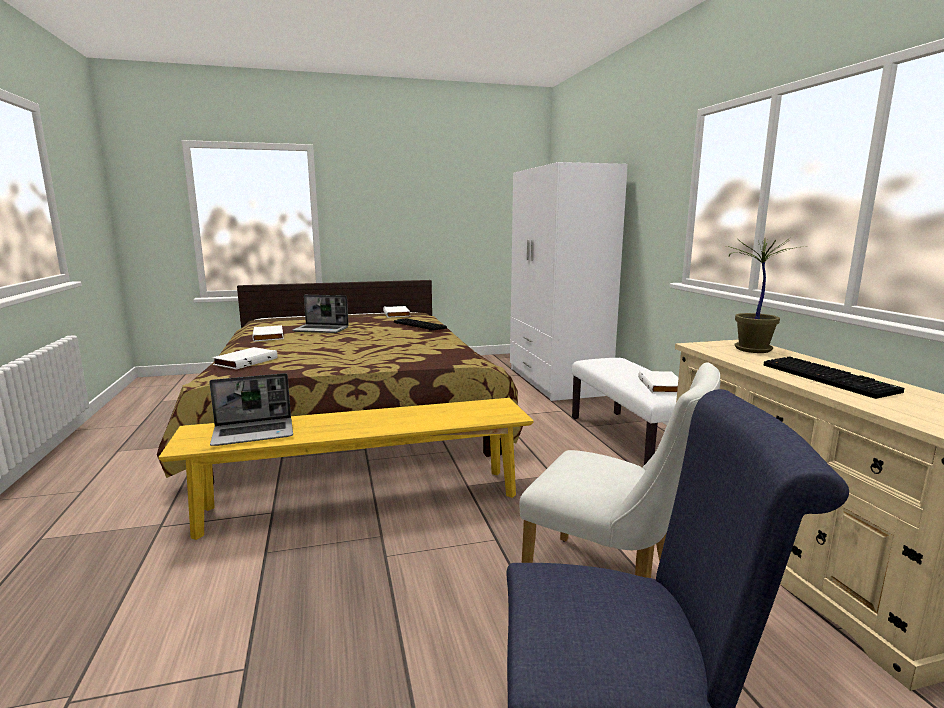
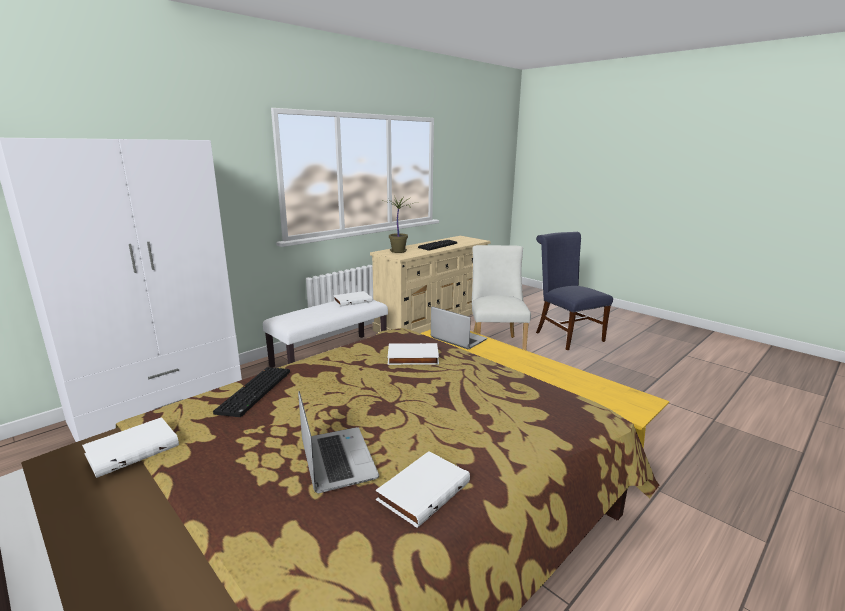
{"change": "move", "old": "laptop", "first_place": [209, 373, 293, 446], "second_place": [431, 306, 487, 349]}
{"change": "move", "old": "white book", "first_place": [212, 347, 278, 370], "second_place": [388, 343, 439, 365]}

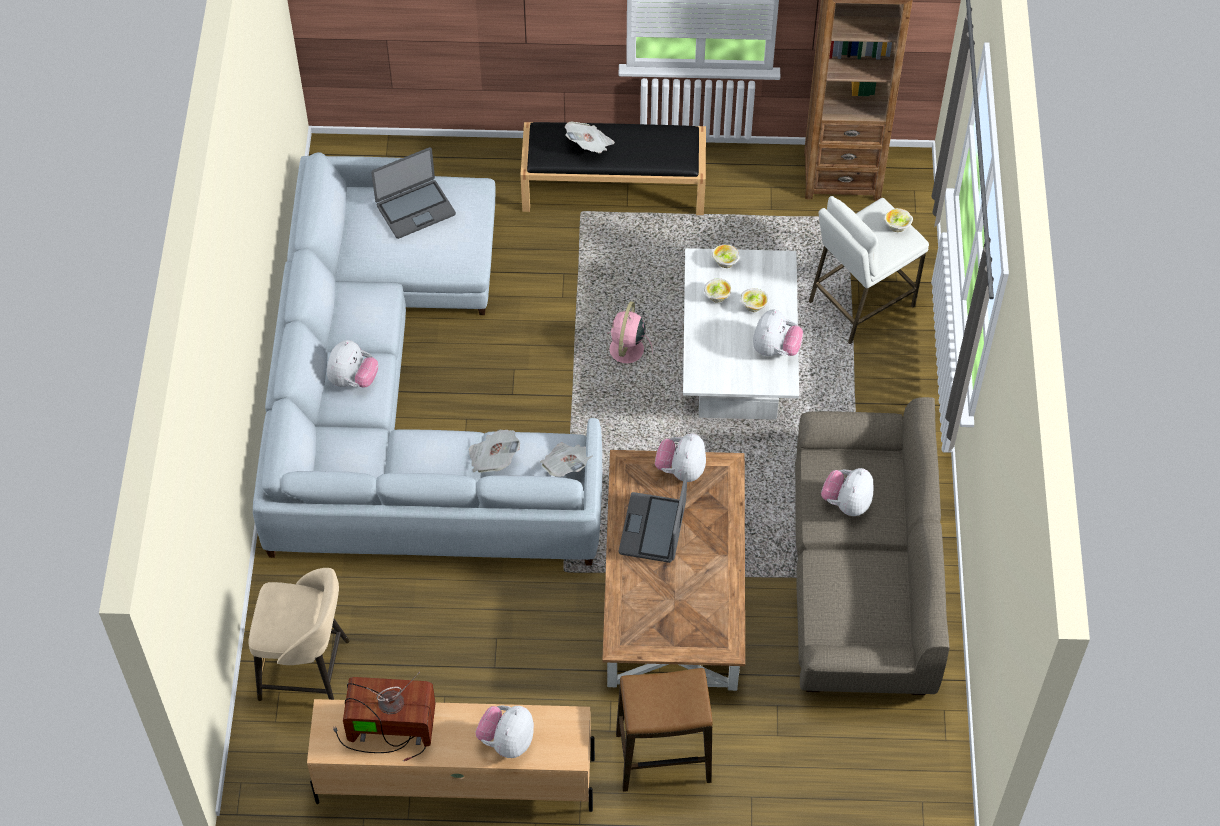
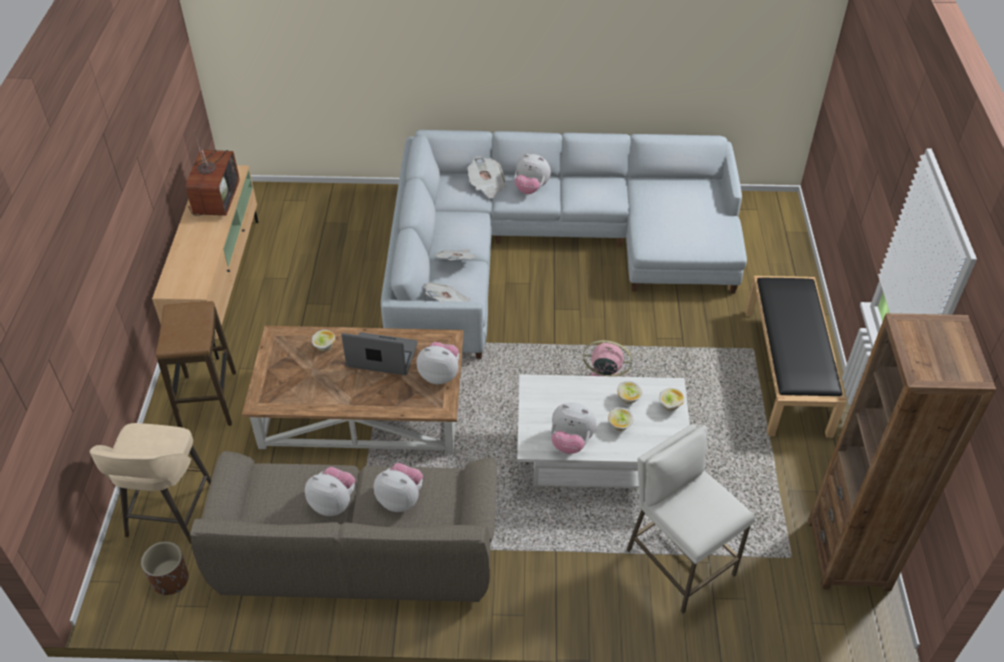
{"change": "move", "old": "beige stool", "first_place": [248, 568, 350, 701], "second_place": [90, 423, 212, 544]}
{"change": "delete", "old": "laptop", "first_place": [371, 147, 456, 239]}
{"change": "move", "old": "plush toy", "first_place": [475, 705, 534, 758], "second_place": [305, 467, 355, 516]}
{"change": "move", "old": "newspaper", "first_place": [565, 121, 615, 153], "second_place": [467, 156, 506, 198]}
{"change": "move", "old": "bowl", "first_place": [885, 208, 913, 232], "second_place": [312, 330, 336, 352]}
{"change": "insert", "new": "brown planter", "second_place": [141, 542, 189, 595]}

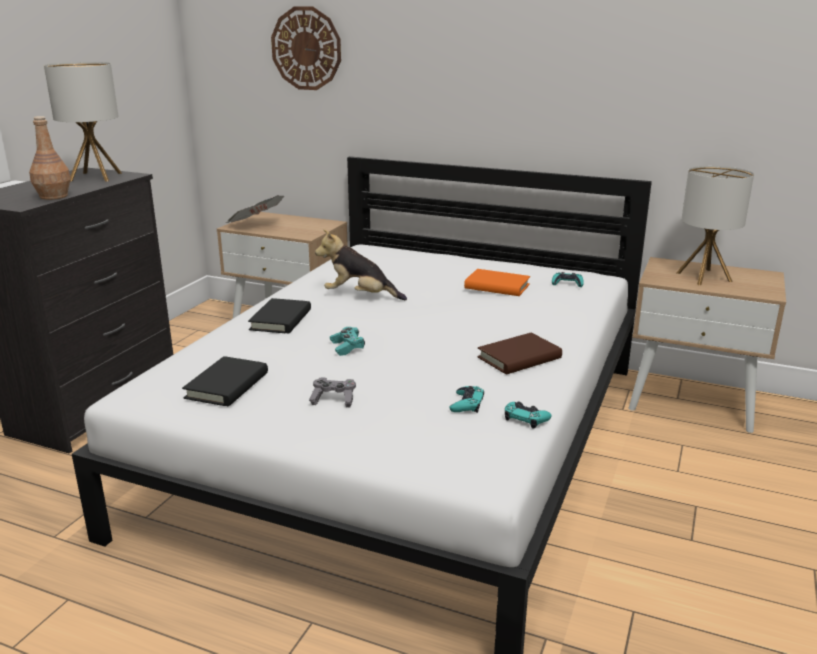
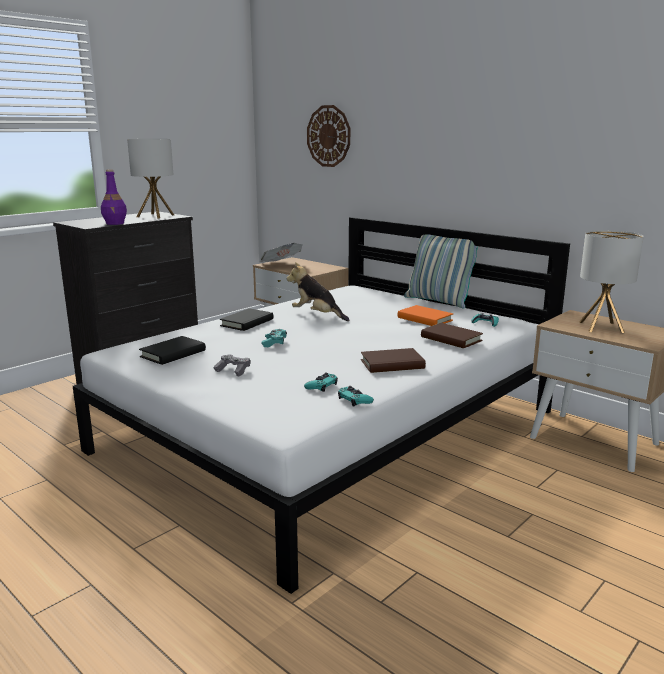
{"change": "recolor", "old": "brown bottle", "new": "purple bottle", "first_place": [29, 116, 71, 200], "second_place": [101, 169, 127, 225]}
{"change": "insert", "new": "pillow", "second_place": [404, 234, 478, 309]}
{"change": "insert", "new": "brown book", "second_place": [421, 323, 483, 348]}

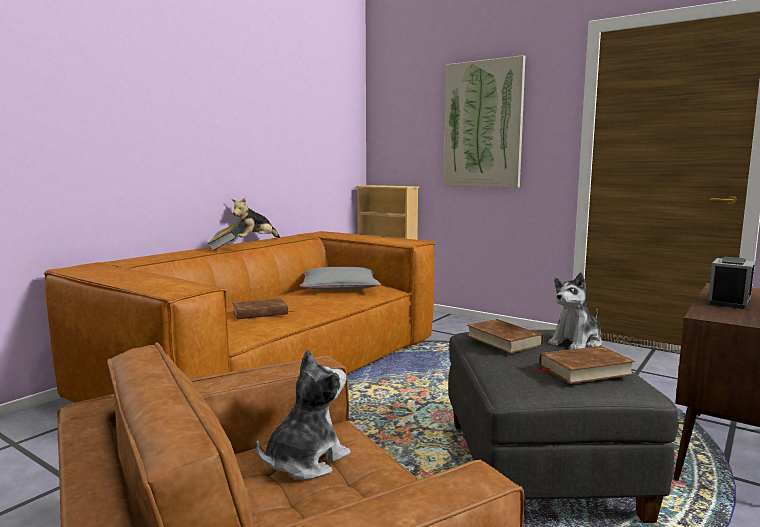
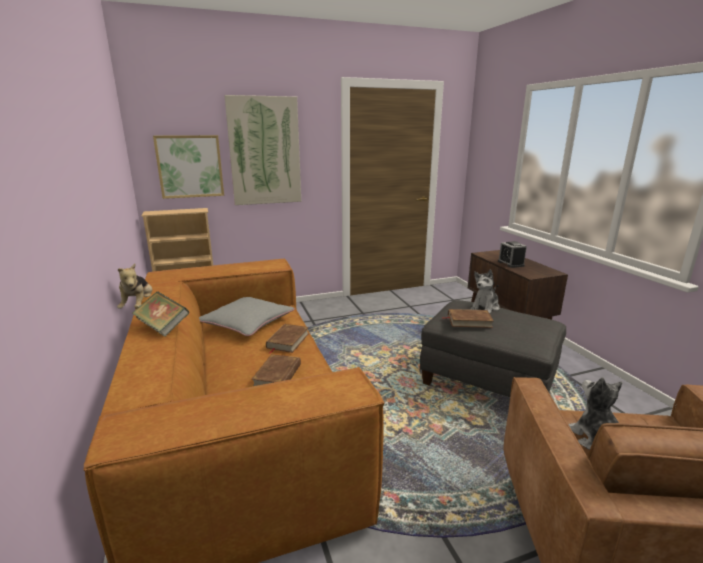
{"change": "move", "old": "brown book", "first_place": [535, 346, 635, 384], "second_place": [266, 324, 309, 353]}
{"change": "rotate", "old": "plush toy", "first_place": [548, 272, 602, 350], "second_place": [471, 270, 499, 313], "degrees": 45}
{"change": "insert", "new": "picture", "second_place": [153, 135, 224, 199]}

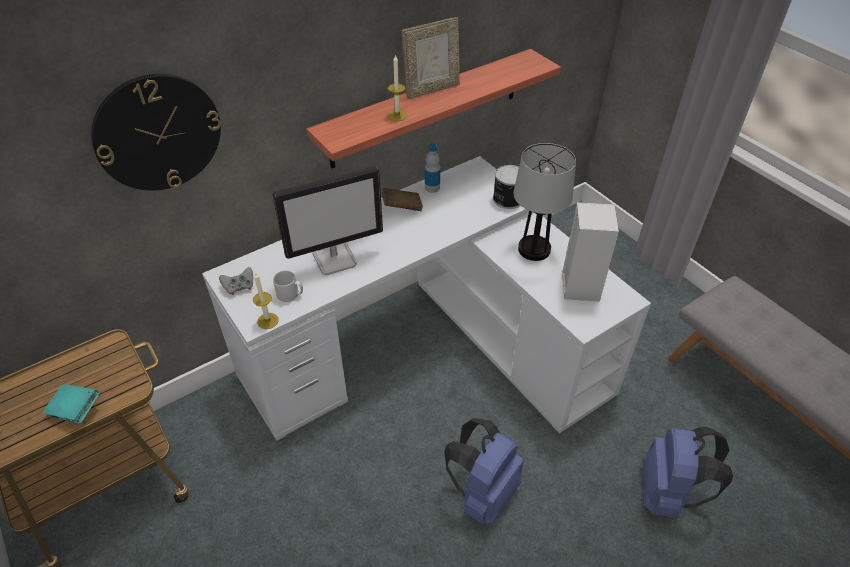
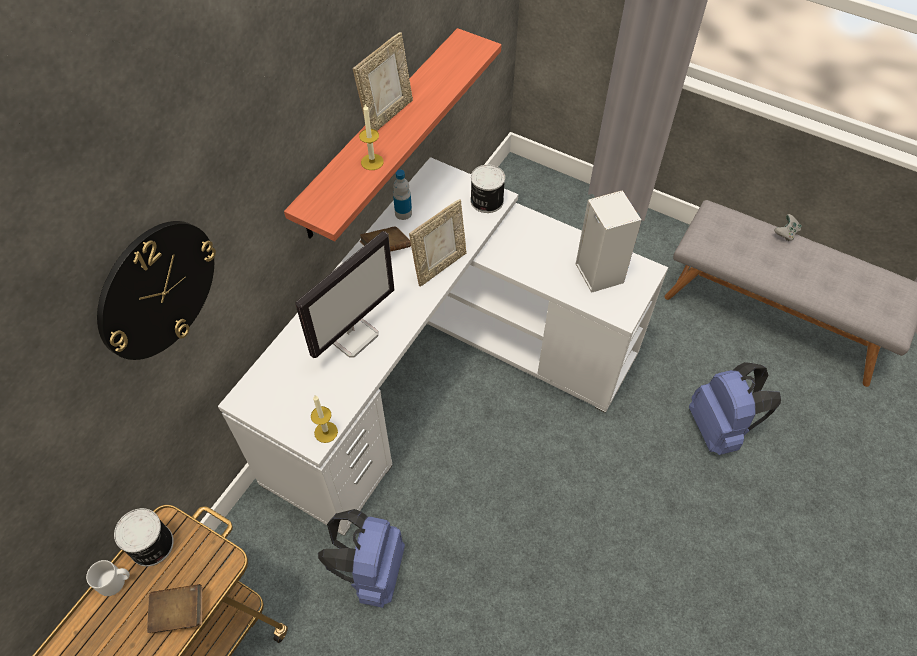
{"change": "recolor", "old": "turquoise book", "new": "brown book", "first_place": [43, 384, 99, 423], "second_place": [147, 584, 202, 633]}
{"change": "move", "old": "grey game controller", "first_place": [219, 267, 253, 295], "second_place": [774, 214, 802, 241]}
{"change": "move", "old": "grey mug", "first_place": [273, 270, 303, 302], "second_place": [86, 560, 130, 596]}
{"change": "move", "old": "blue backpack", "first_place": [444, 418, 524, 525], "second_place": [318, 509, 405, 608]}
{"change": "delete", "old": "table lamp", "first_place": [513, 143, 576, 261]}
{"change": "insert", "new": "can", "second_place": [114, 508, 174, 566]}
{"change": "insert", "new": "picture frame", "second_place": [409, 199, 467, 287]}

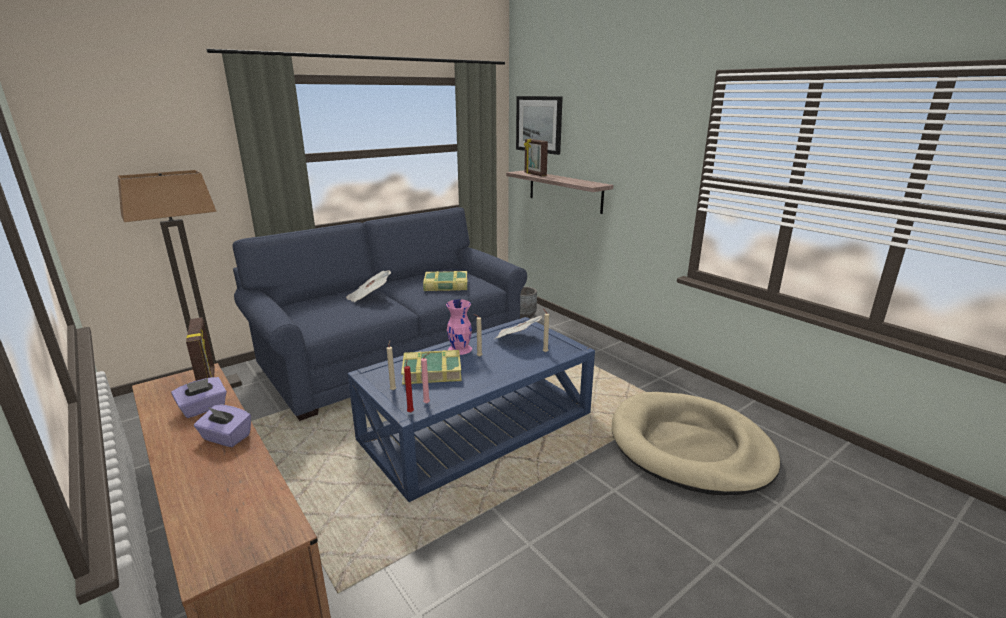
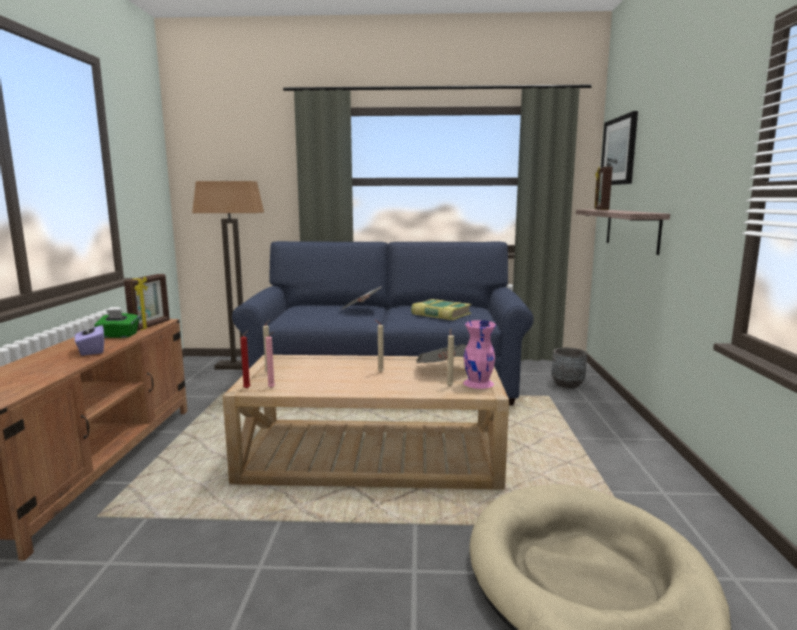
{"change": "recolor", "old": "purple tissue box", "new": "green tissue box", "first_place": [171, 377, 227, 418], "second_place": [94, 310, 139, 338]}
{"change": "recolor", "old": "blue coffee table", "new": "beige coffee table", "first_place": [347, 317, 595, 502], "second_place": [223, 355, 510, 490]}
{"change": "delete", "old": "book", "first_place": [401, 350, 462, 385]}
{"change": "move", "old": "pink vase", "first_place": [446, 299, 472, 355], "second_place": [463, 320, 496, 389]}

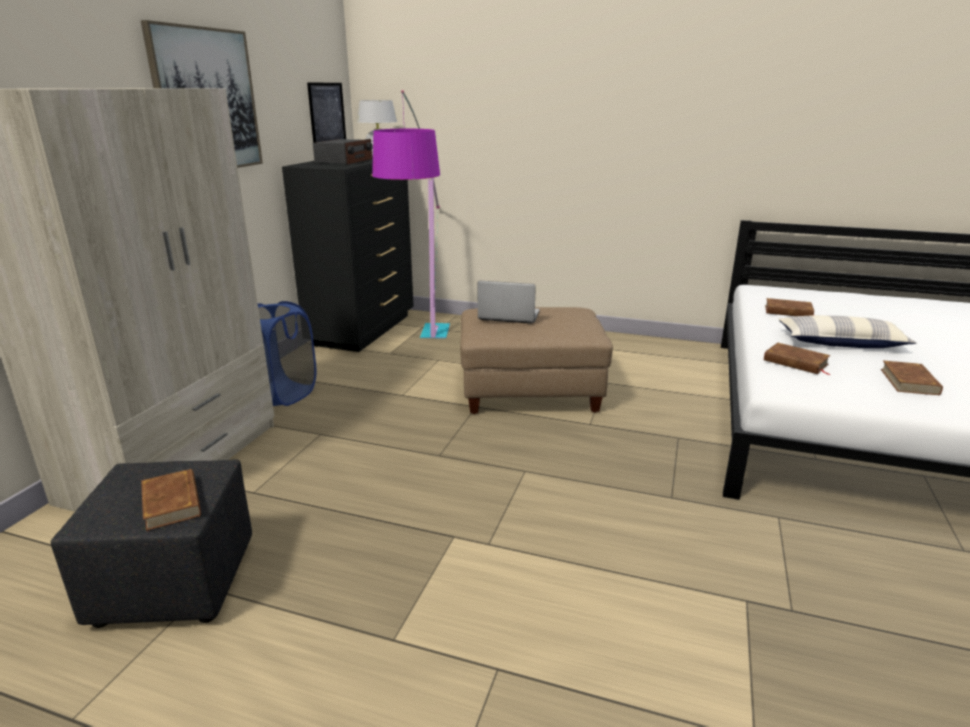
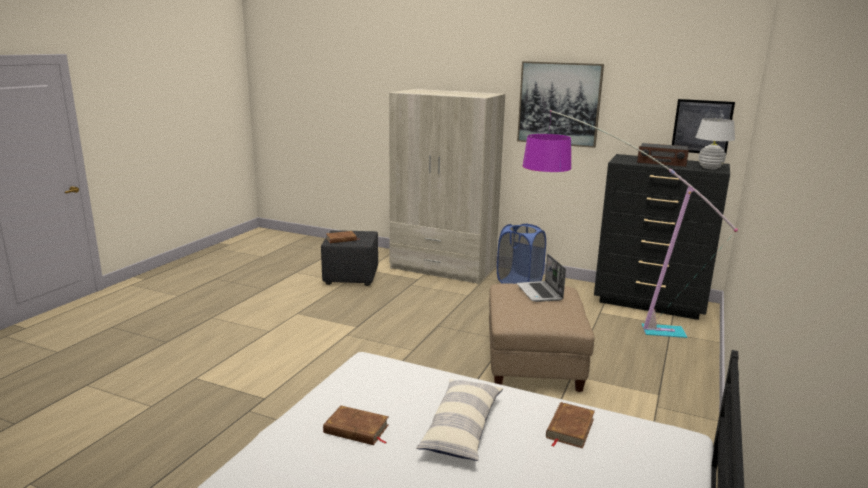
{"change": "rotate", "old": "laptop", "first_place": [478, 281, 540, 324], "second_place": [517, 254, 566, 302], "degrees": 150}
{"change": "delete", "old": "brown book", "first_place": [764, 343, 831, 375]}

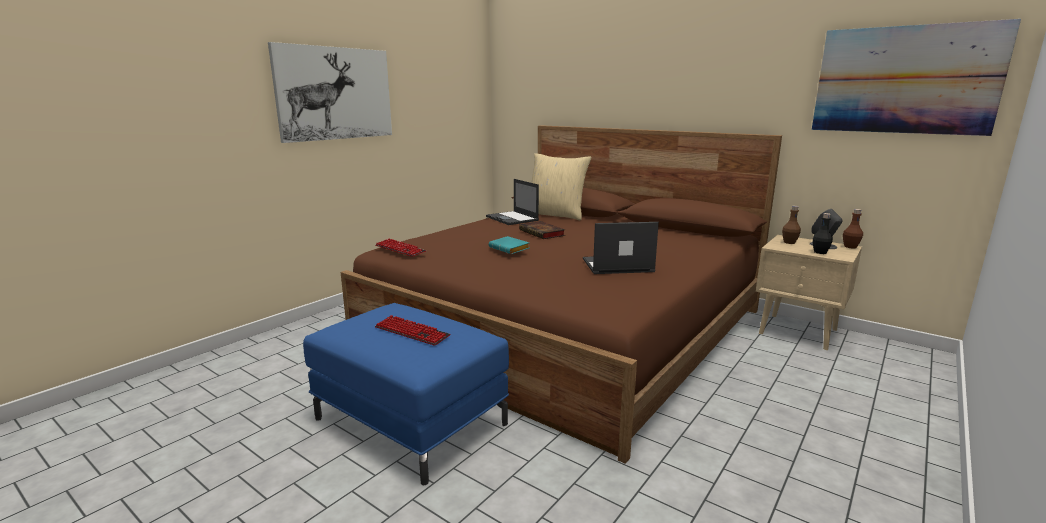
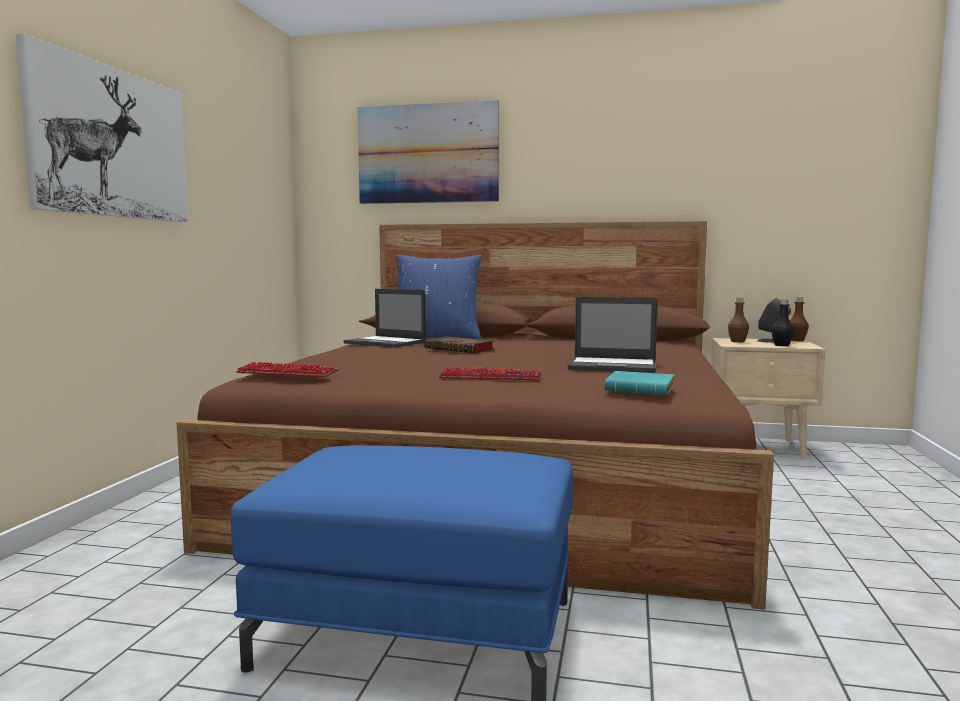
{"change": "move", "old": "keyboard", "first_place": [375, 315, 450, 346], "second_place": [439, 367, 541, 380]}
{"change": "move", "old": "turquoise book", "first_place": [489, 236, 529, 254], "second_place": [605, 371, 675, 395]}
{"change": "recolor", "old": "beige pillow", "new": "blue pillow", "first_place": [531, 153, 591, 220], "second_place": [396, 255, 481, 339]}
{"change": "rotate", "old": "laptop", "first_place": [583, 222, 659, 274], "second_place": [568, 297, 658, 373], "degrees": -135}
{"change": "move", "old": "picture", "first_place": [812, 19, 1021, 136], "second_place": [358, 100, 499, 204]}

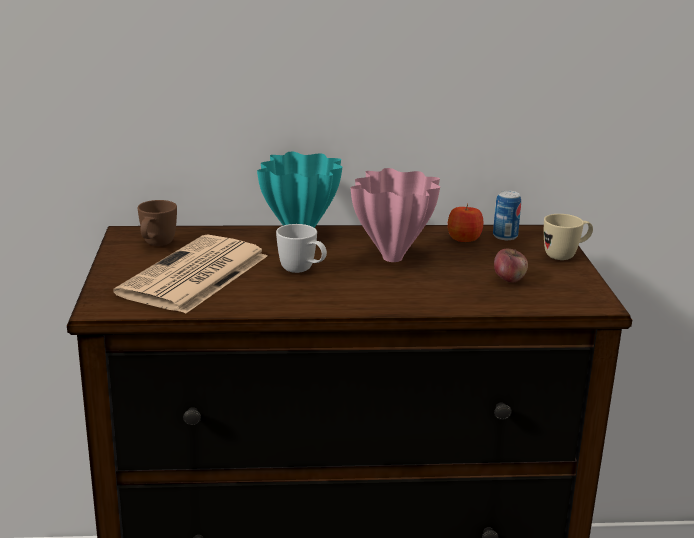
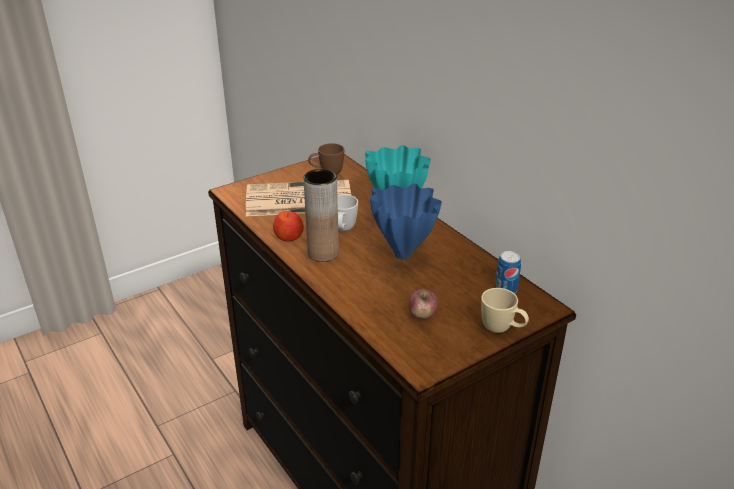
{"change": "recolor", "old": "pink vase", "new": "blue vase", "first_place": [351, 168, 440, 262], "second_place": [370, 183, 442, 260]}
{"change": "move", "old": "apple", "first_place": [448, 203, 483, 242], "second_place": [273, 211, 304, 242]}
{"change": "insert", "new": "brown vase", "second_place": [304, 169, 339, 262]}

